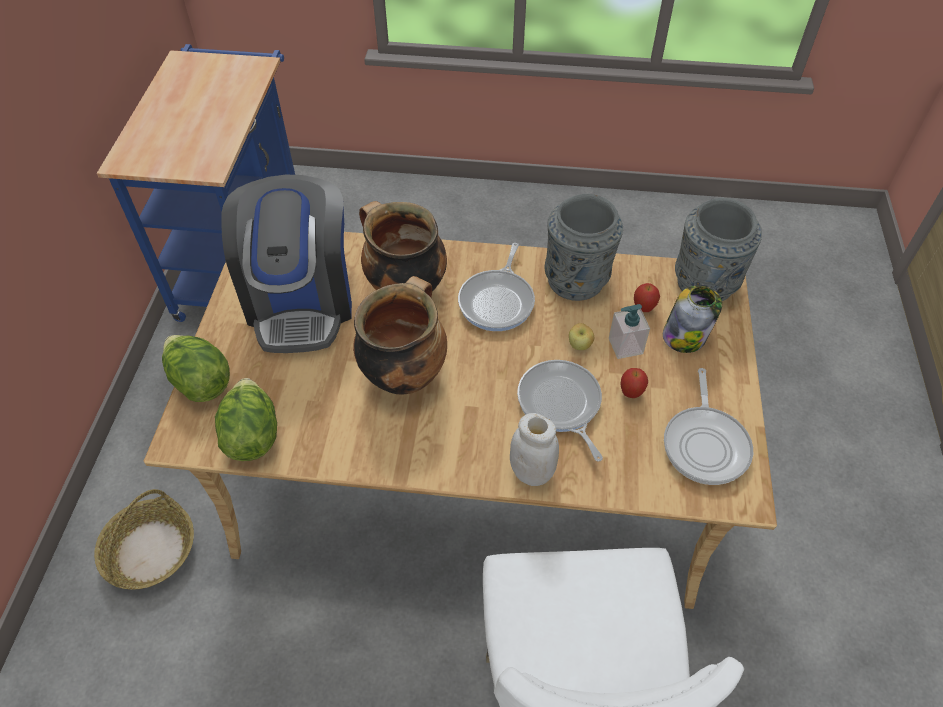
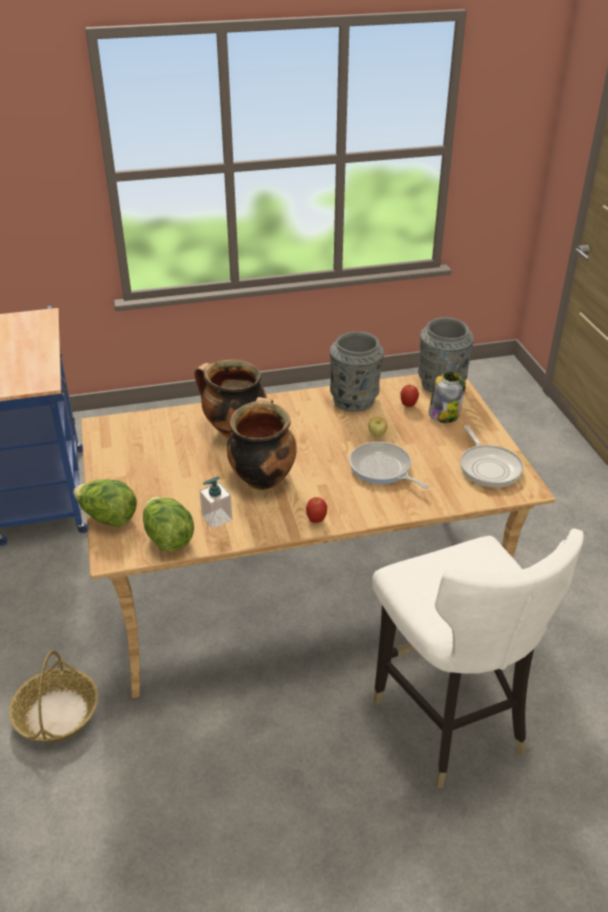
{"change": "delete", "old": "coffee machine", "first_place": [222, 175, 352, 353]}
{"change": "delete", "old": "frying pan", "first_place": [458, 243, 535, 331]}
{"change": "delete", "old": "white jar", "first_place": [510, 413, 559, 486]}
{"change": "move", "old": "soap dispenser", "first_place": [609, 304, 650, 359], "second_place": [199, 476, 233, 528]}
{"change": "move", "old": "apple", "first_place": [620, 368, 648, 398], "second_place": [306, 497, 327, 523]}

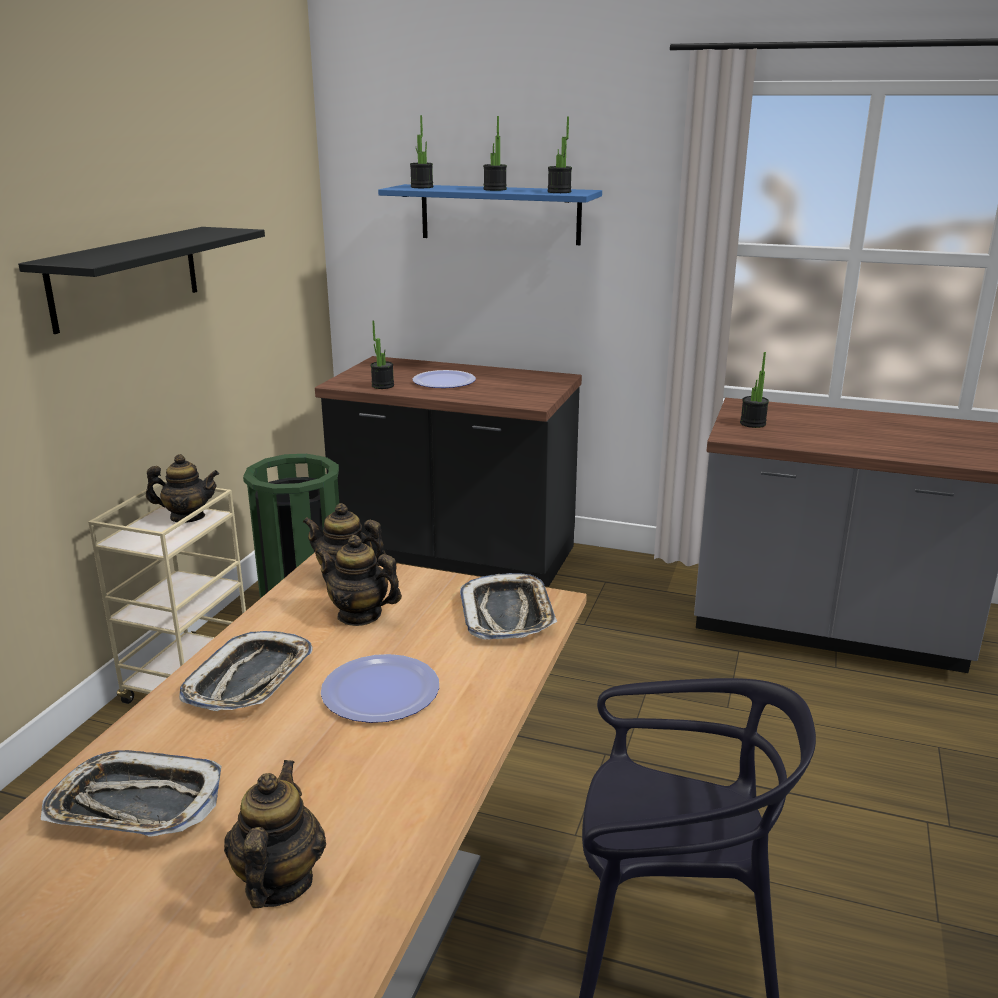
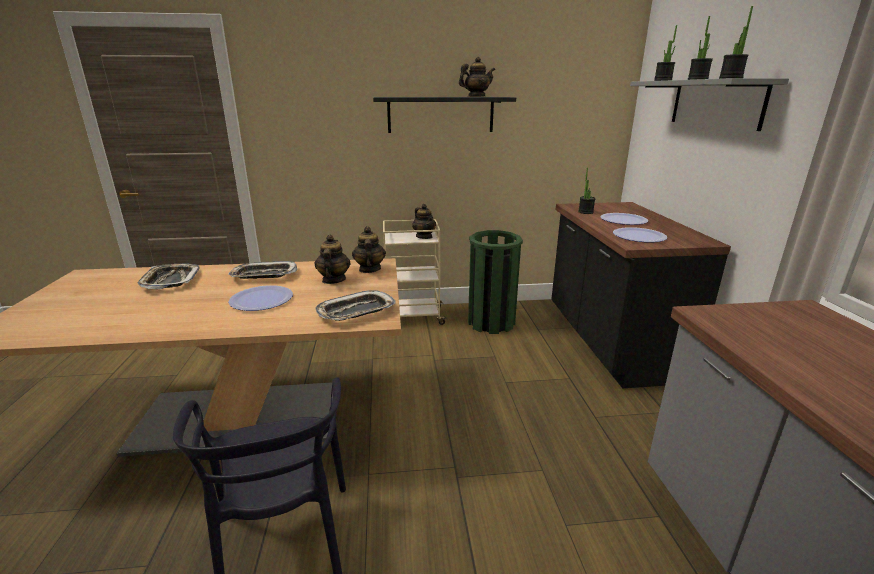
{"change": "move", "old": "teapot", "first_place": [224, 760, 326, 908], "second_place": [459, 57, 495, 97]}
{"change": "recolor", "old": "blue shelf", "new": "grey shelf", "first_place": [378, 184, 602, 245], "second_place": [630, 78, 789, 131]}
{"change": "delete", "old": "potted plant", "first_place": [740, 352, 769, 428]}
{"change": "insert", "new": "plate", "second_place": [613, 227, 667, 243]}

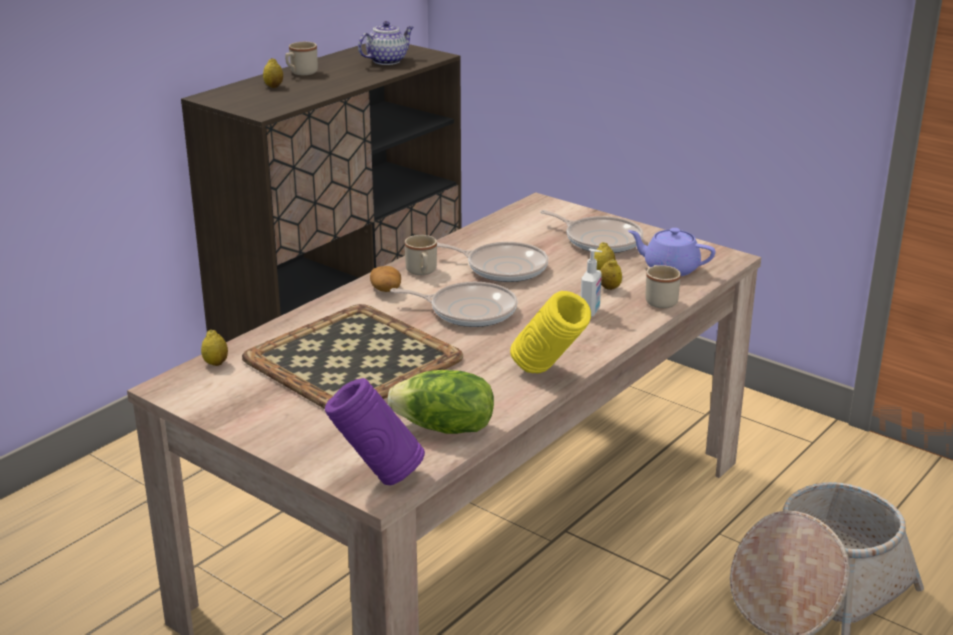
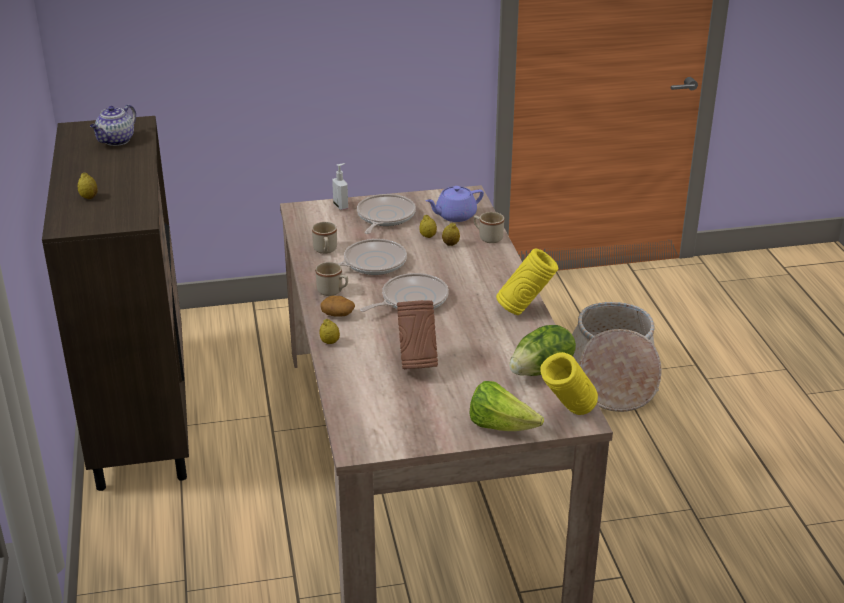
{"change": "move", "old": "lemon", "first_place": [201, 330, 228, 366], "second_place": [319, 319, 340, 344]}
{"change": "replace", "old": "tray", "new": "brown vase", "first_place": [242, 304, 463, 409], "second_place": [397, 300, 438, 369]}
{"change": "move", "old": "beige mug", "first_place": [285, 42, 318, 75], "second_place": [312, 222, 337, 254]}
{"change": "recolor", "old": "purple vase", "new": "yellow vase", "first_place": [325, 378, 425, 485], "second_place": [540, 352, 598, 415]}
{"change": "rotate", "old": "teapot", "first_place": [358, 21, 414, 65], "second_place": [90, 104, 136, 146], "degrees": -150}
{"change": "rotate", "old": "frying pan", "first_place": [540, 210, 643, 253], "second_place": [357, 194, 416, 234], "degrees": -60}
{"change": "move", "old": "soap dispenser", "first_place": [581, 249, 602, 317], "second_place": [332, 163, 348, 210]}
{"change": "insert", "new": "lettuce", "second_place": [469, 381, 544, 431]}

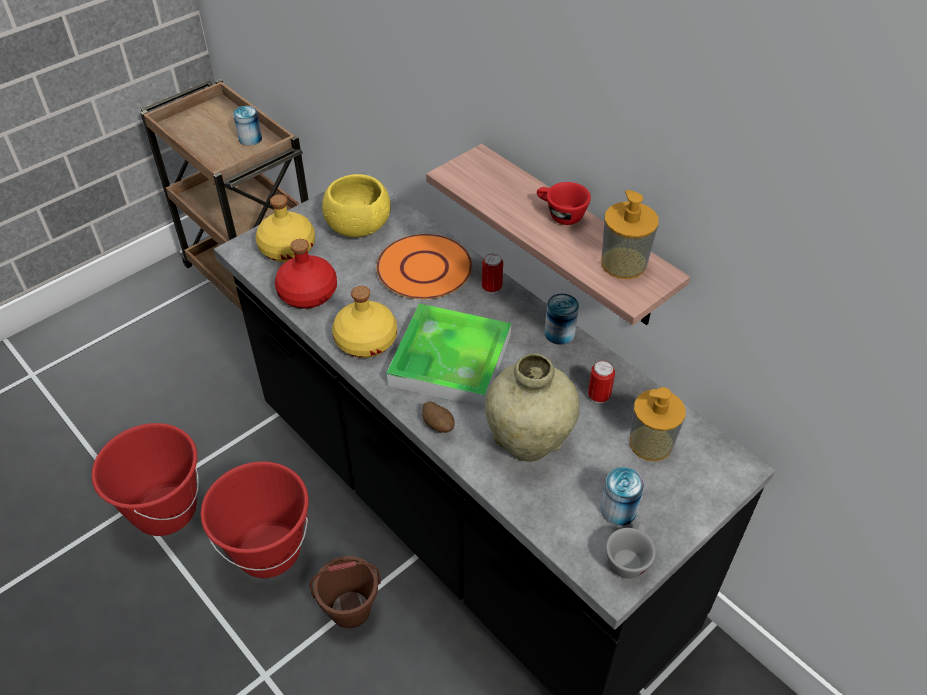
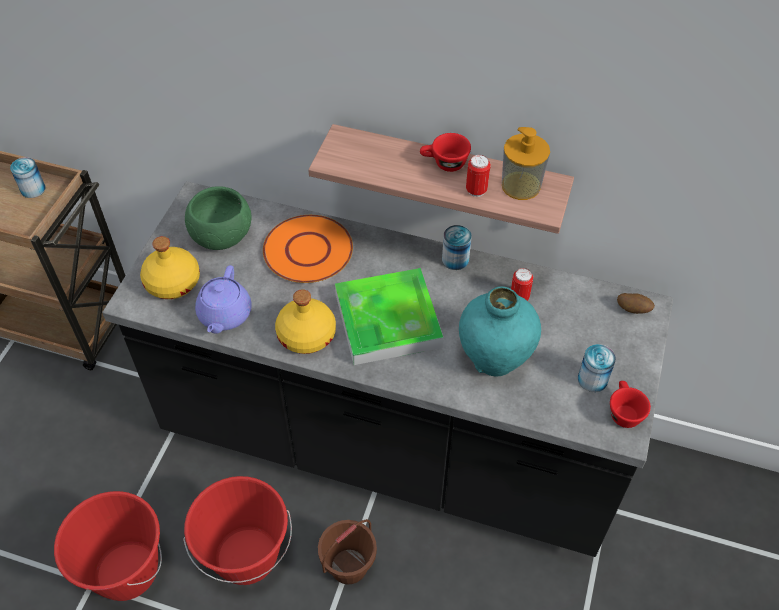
{"change": "replace", "old": "red bottle", "new": "purple teapot", "first_place": [275, 239, 337, 309], "second_place": [195, 265, 252, 334]}
{"change": "recolor", "old": "yellow bowl", "new": "green bowl", "first_place": [322, 174, 391, 237], "second_place": [185, 186, 251, 250]}
{"change": "move", "old": "potato", "first_place": [422, 402, 455, 433], "second_place": [617, 293, 655, 314]}
{"change": "move", "old": "can", "first_place": [482, 254, 503, 294], "second_place": [466, 155, 491, 197]}
{"change": "recolor", "old": "beige vase", "new": "turquoise vase", "first_place": [485, 354, 580, 462], "second_place": [459, 286, 541, 376]}
{"change": "recolor", "old": "grey cup", "new": "red cup", "first_place": [606, 522, 656, 579], "second_place": [610, 381, 651, 428]}
{"change": "delete", "old": "soap dispenser", "first_place": [629, 387, 686, 461]}

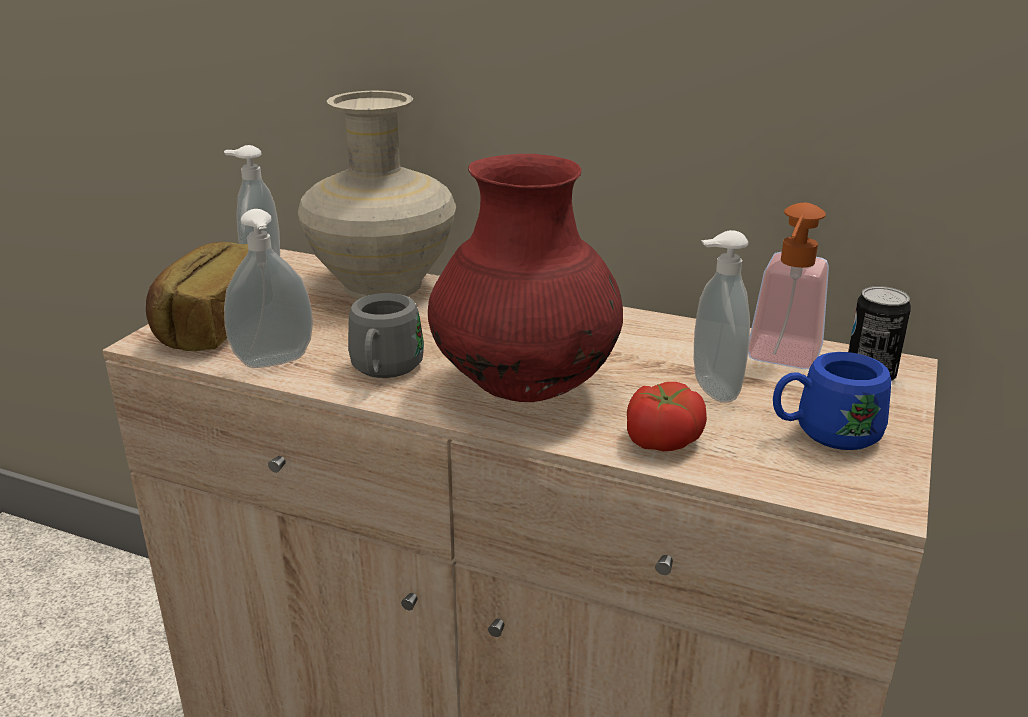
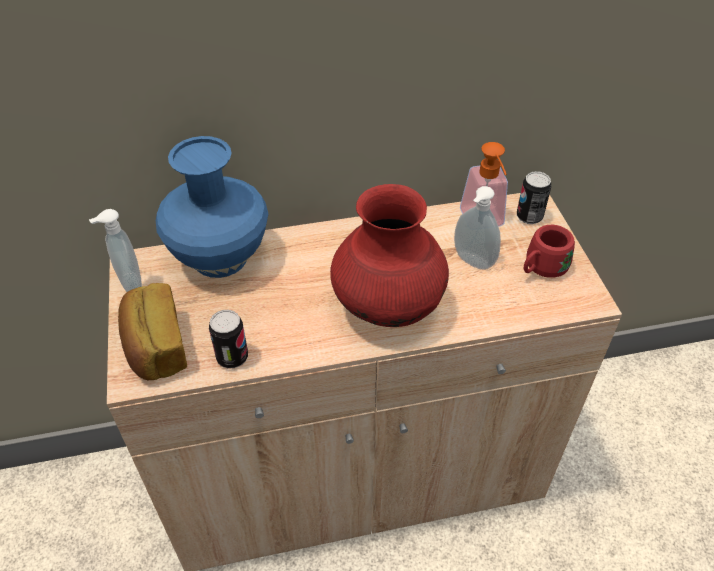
{"change": "replace", "old": "soap dispenser", "new": "can", "first_place": [224, 209, 313, 368], "second_place": [209, 310, 248, 369]}
{"change": "recolor", "old": "beige vase", "new": "blue vase", "first_place": [298, 91, 456, 299], "second_place": [156, 136, 268, 278]}
{"change": "delete", "old": "grey mug", "first_place": [348, 293, 424, 378]}
{"change": "delete", "old": "tomato", "first_place": [627, 382, 707, 451]}
{"change": "recolor", "old": "blue mug", "new": "red mug", "first_place": [773, 352, 891, 450], "second_place": [524, 225, 575, 278]}

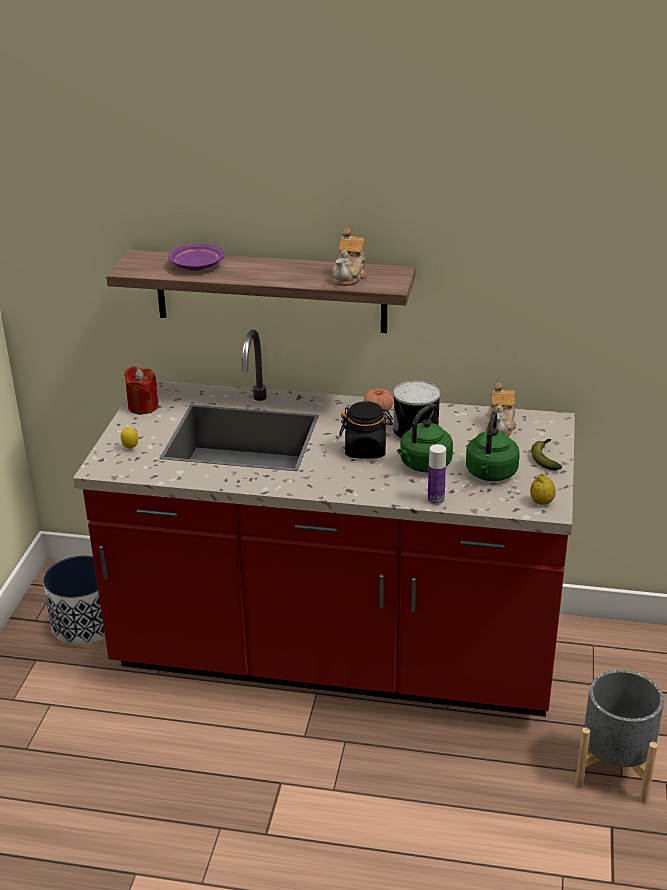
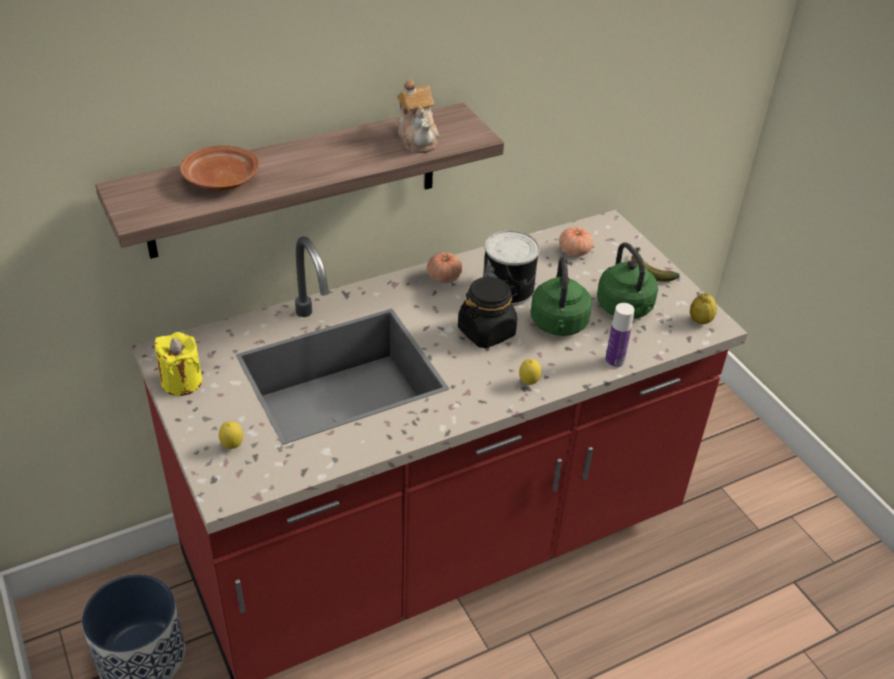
{"change": "recolor", "old": "red candle", "new": "yellow candle", "first_place": [124, 367, 158, 415], "second_place": [155, 332, 202, 396]}
{"change": "recolor", "old": "purple plate", "new": "brown plate", "first_place": [168, 244, 225, 271], "second_place": [180, 145, 259, 191]}
{"change": "replace", "old": "teapot", "new": "tomato", "first_place": [485, 383, 516, 436], "second_place": [559, 227, 593, 256]}
{"change": "delete", "old": "grey planter", "first_place": [575, 670, 664, 803]}
{"change": "insert", "new": "lemon", "second_place": [519, 359, 541, 385]}

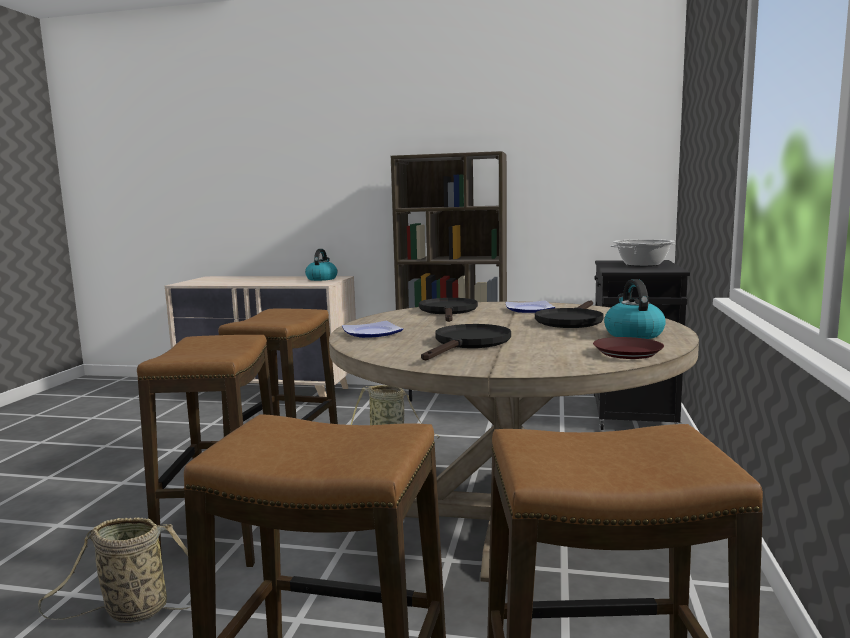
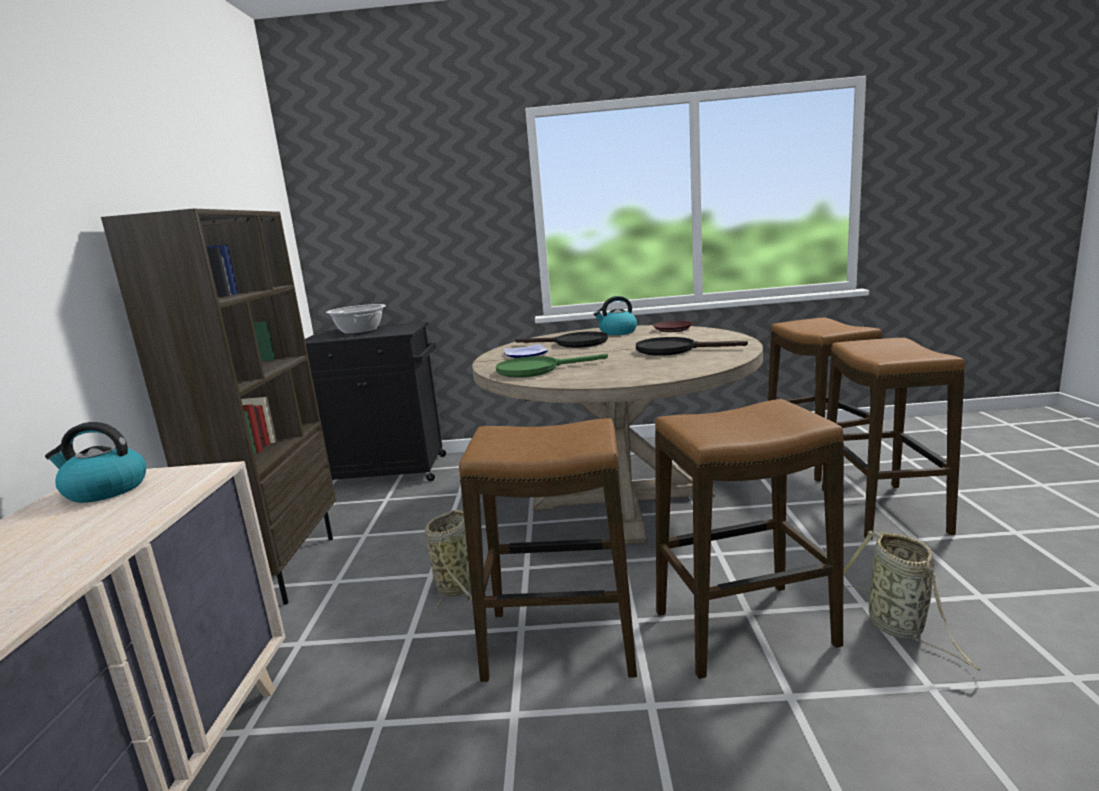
{"change": "delete", "old": "plate", "first_place": [342, 321, 403, 338]}
{"change": "recolor", "old": "black frying pan", "new": "green frying pan", "first_place": [419, 298, 478, 322], "second_place": [496, 354, 608, 378]}

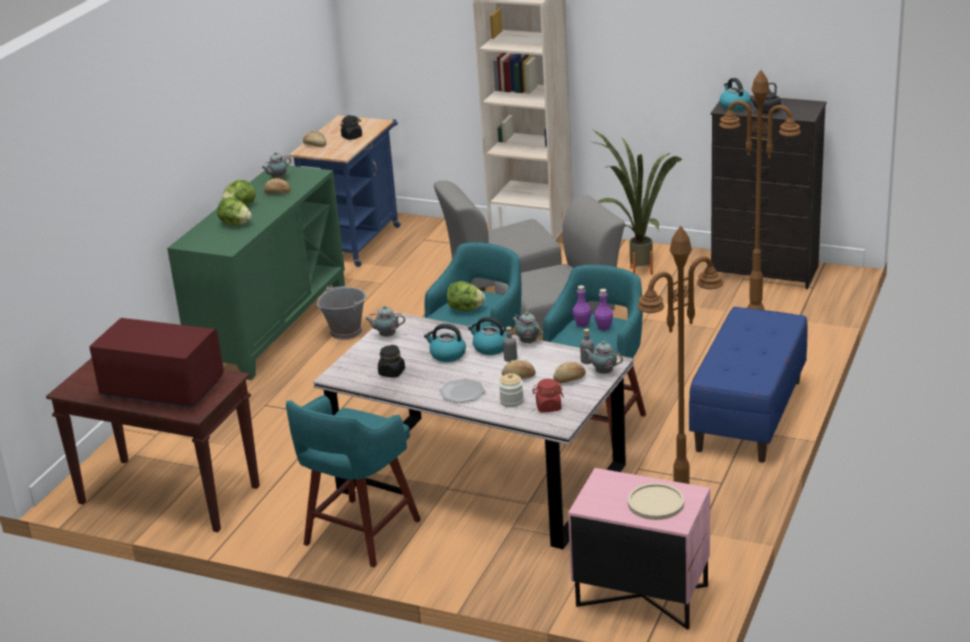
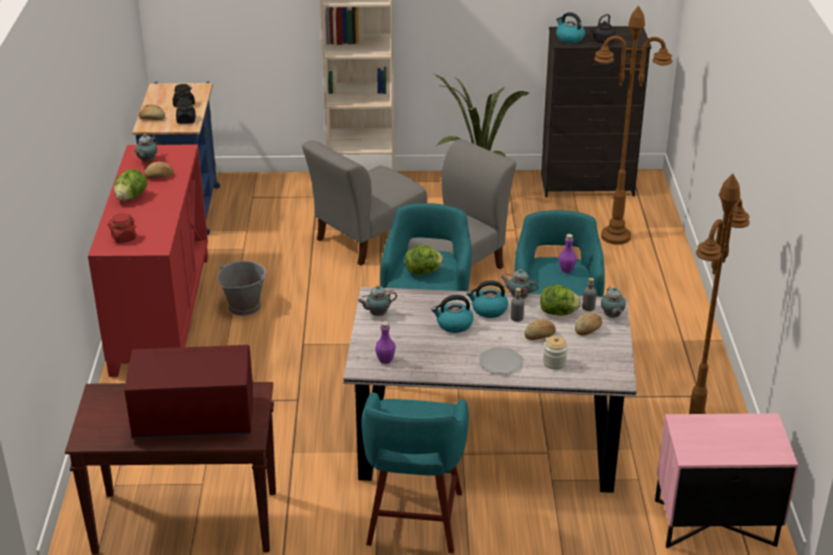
{"change": "recolor", "old": "green cabinet", "new": "red cabinet", "first_place": [167, 166, 345, 380], "second_place": [88, 145, 208, 377]}
{"change": "move", "old": "lettuce", "first_place": [217, 197, 252, 226], "second_place": [540, 285, 581, 316]}
{"change": "move", "old": "black jar", "first_place": [378, 345, 405, 378], "second_place": [176, 98, 196, 124]}
{"change": "move", "old": "red jar", "first_place": [532, 379, 564, 412], "second_place": [107, 213, 137, 244]}
{"change": "move", "old": "purple bottle", "first_place": [572, 285, 592, 327], "second_place": [375, 321, 396, 364]}
{"change": "rotate", "old": "teapot", "first_place": [583, 341, 623, 374], "second_place": [601, 286, 626, 318], "degrees": -105}
{"change": "delete", "old": "beige plate", "first_place": [628, 483, 684, 520]}
{"change": "delete", "old": "blue bench", "first_place": [689, 307, 808, 463]}

